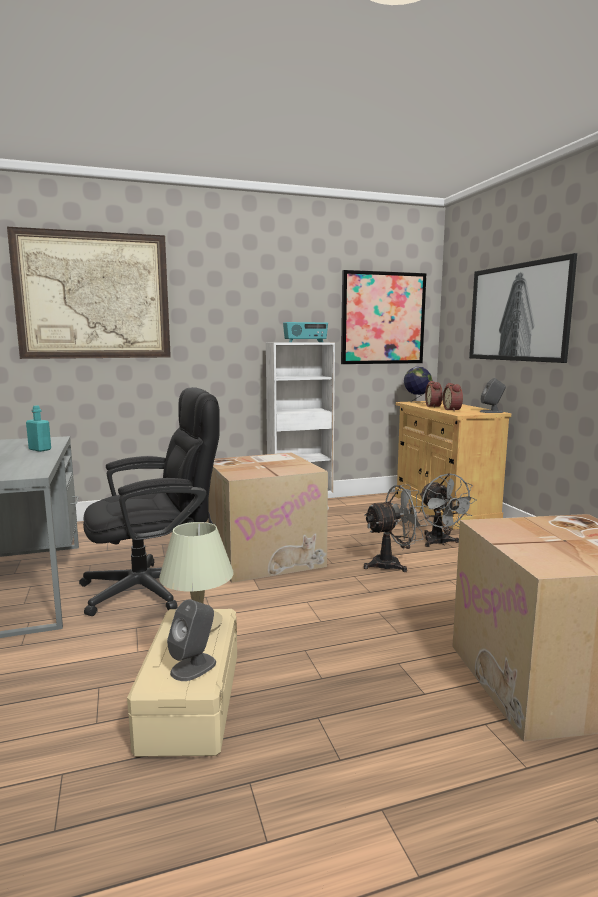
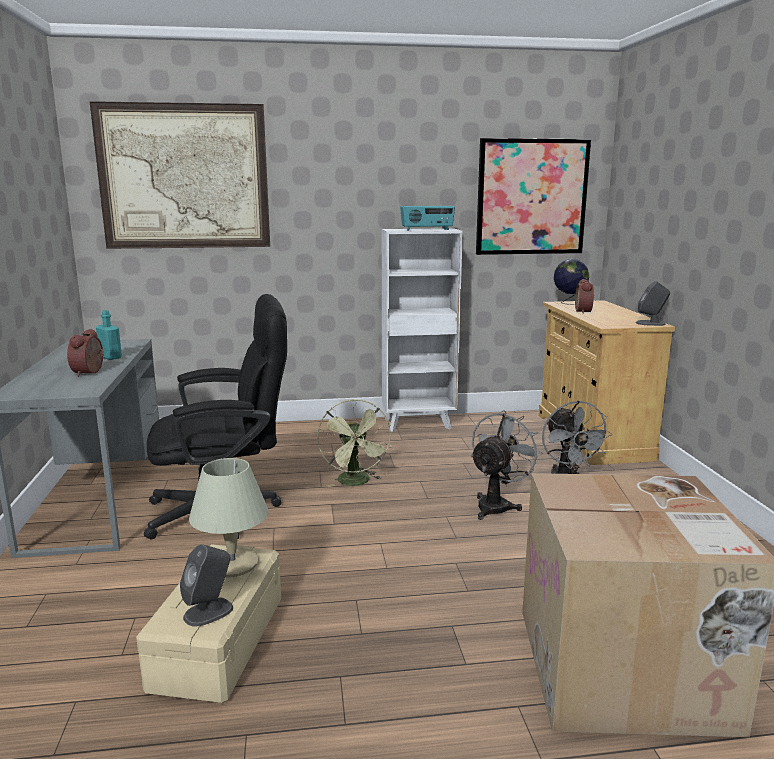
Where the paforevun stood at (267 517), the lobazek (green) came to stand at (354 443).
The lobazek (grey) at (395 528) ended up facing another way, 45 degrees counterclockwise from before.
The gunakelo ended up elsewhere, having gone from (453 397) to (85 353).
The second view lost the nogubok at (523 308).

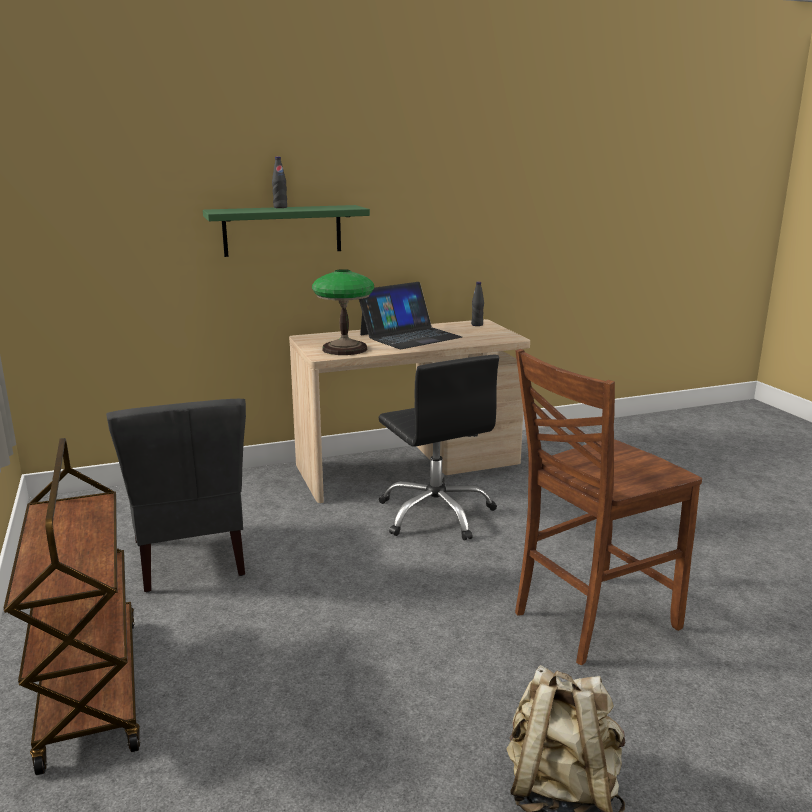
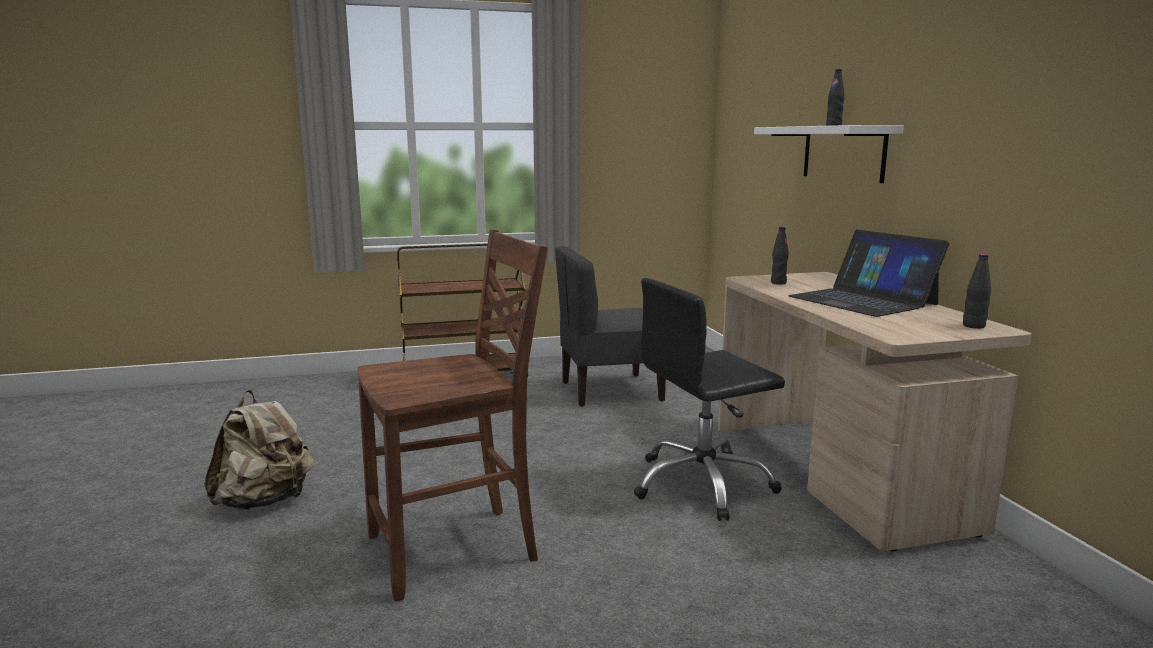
What was the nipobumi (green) at (286 231) turned into the nipobumi (white) at (829 154).
Where the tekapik stood at (343 312), the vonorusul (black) came to stand at (780 256).
The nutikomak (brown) at (608 507) ended up facing another way, 90 degrees clockwise from before.

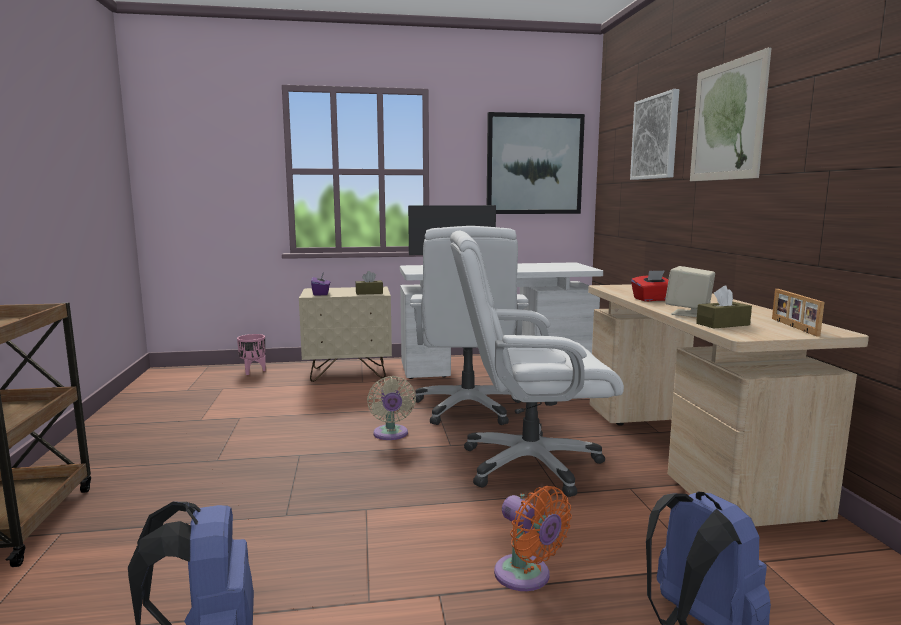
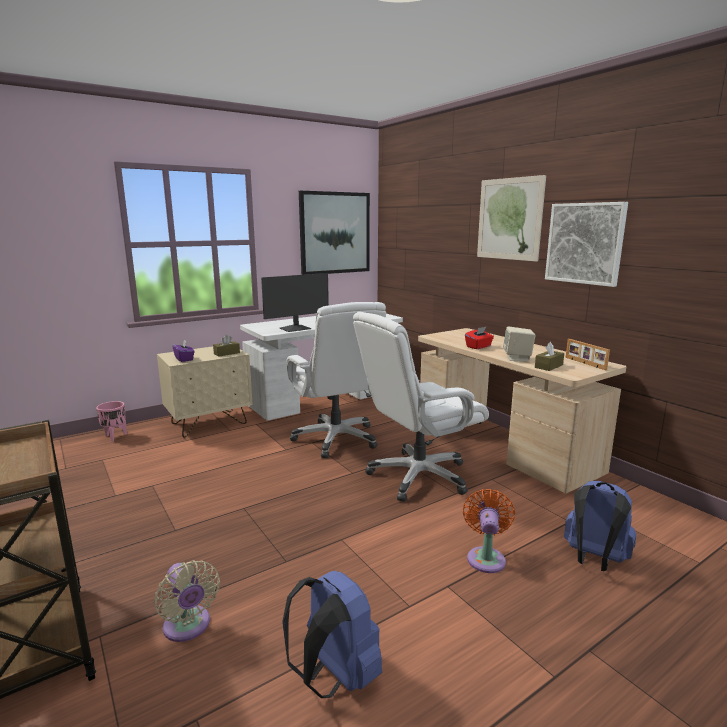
The lobazek (beige) ended up elsewhere, having gone from (391 408) to (187 601).
The lobazek (orange) at (533 538) ended up facing another way, 105 degrees counterclockwise from before.
The nogubok ended up elsewhere, having gone from (654 134) to (586 244).

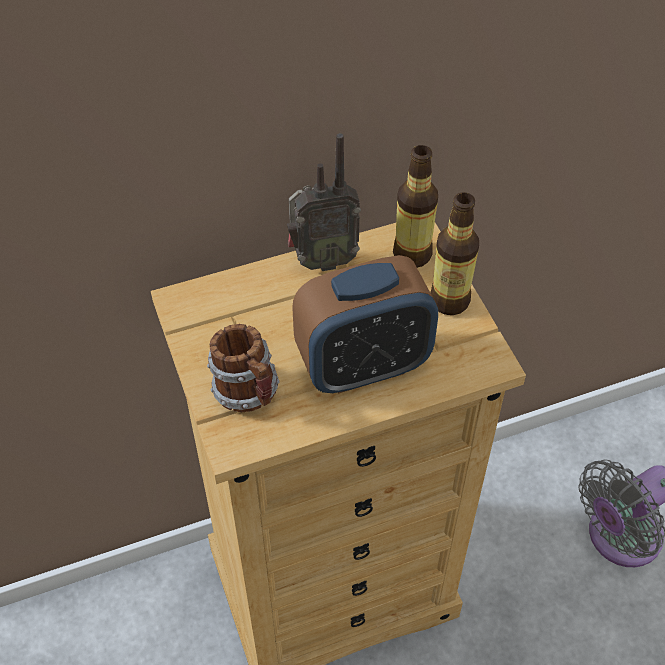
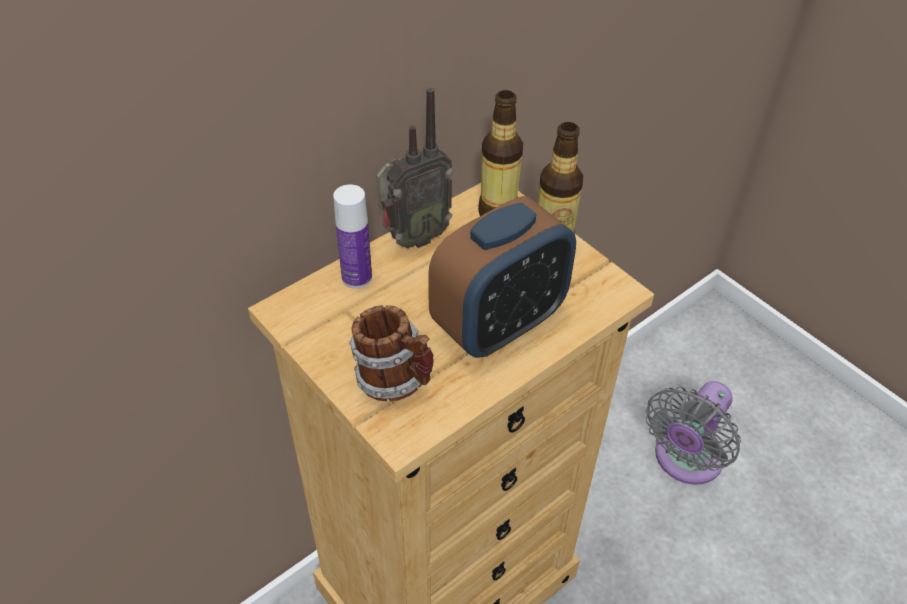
The second view gained the vonorusul at (352 236).

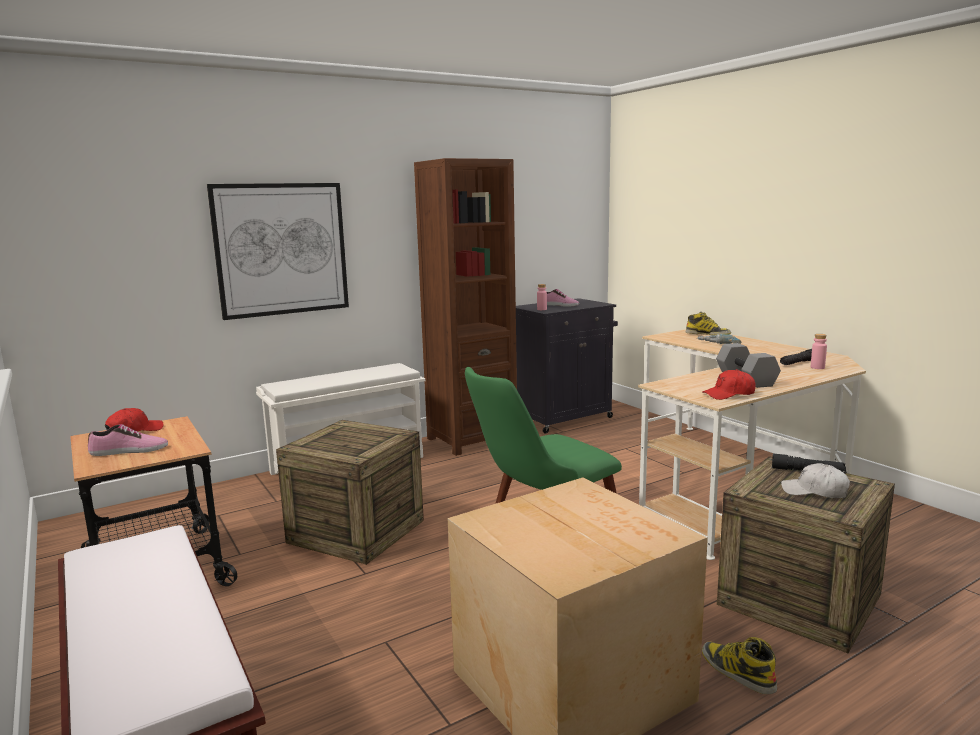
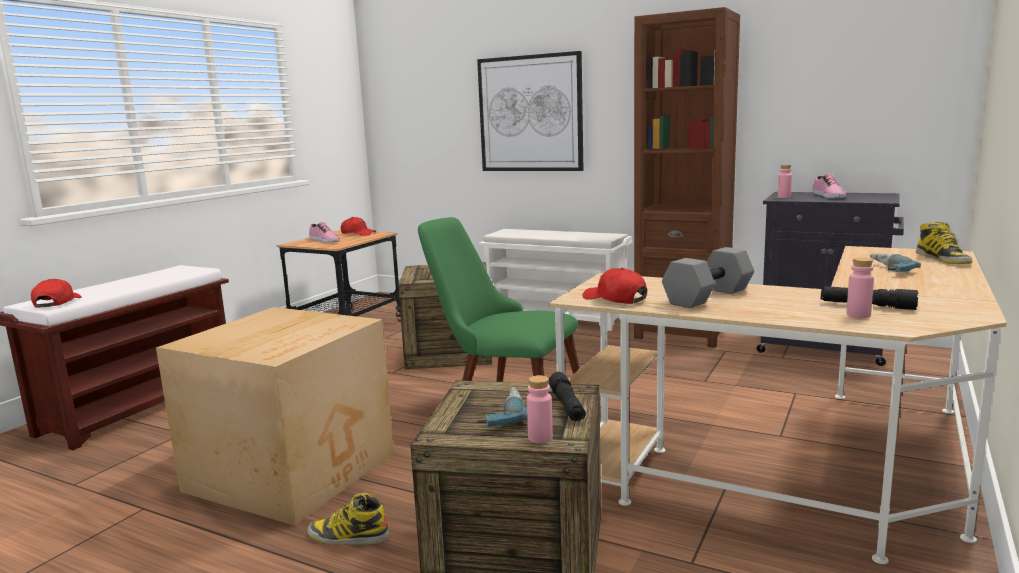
The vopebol at (739 665) ended up facing another way, 105 degrees counterclockwise from before.
Where the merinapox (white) stood at (815 480), the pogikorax came to stand at (502 407).
The second view gained the merinapox (red) at (56 293).
The second view gained the vonorusul (pink) at (540 409).

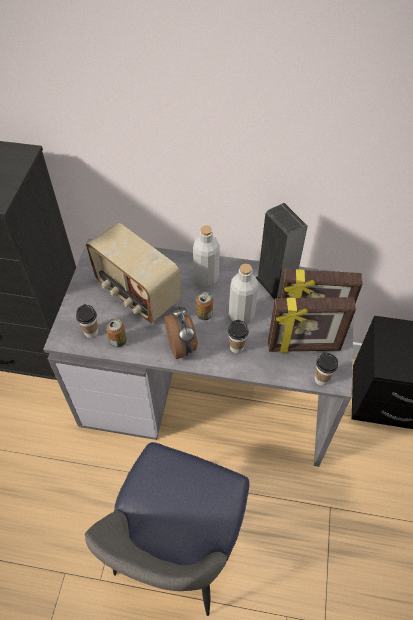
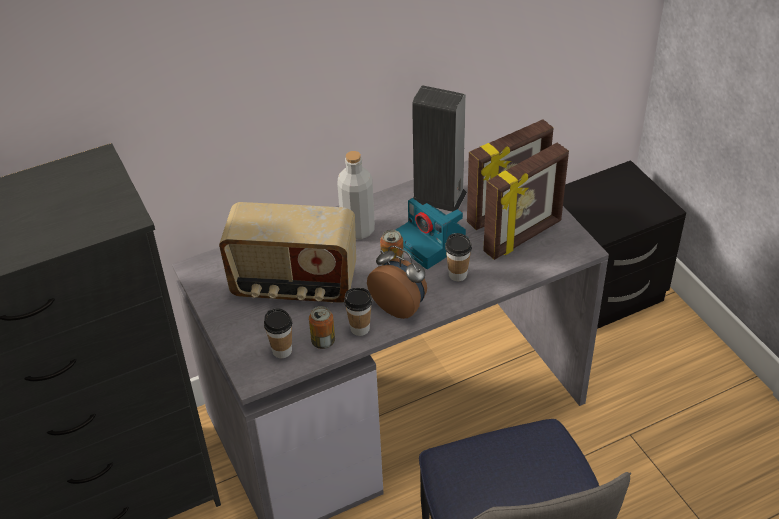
Where the vonorusul (grey) stood at (244 294), the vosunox came to stand at (431 233).
The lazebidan ended up elsewhere, having gone from (326 369) to (358 312).

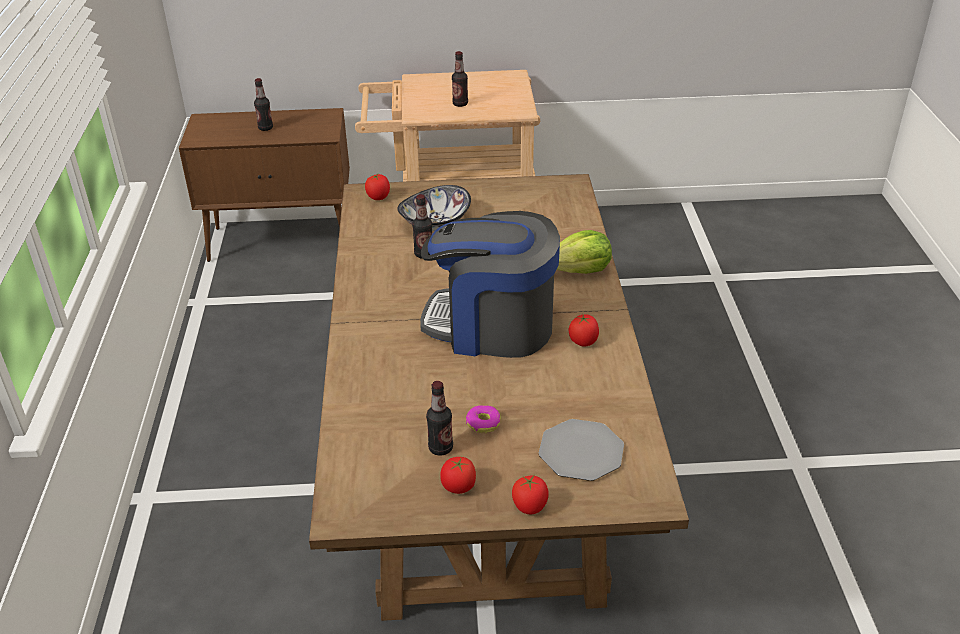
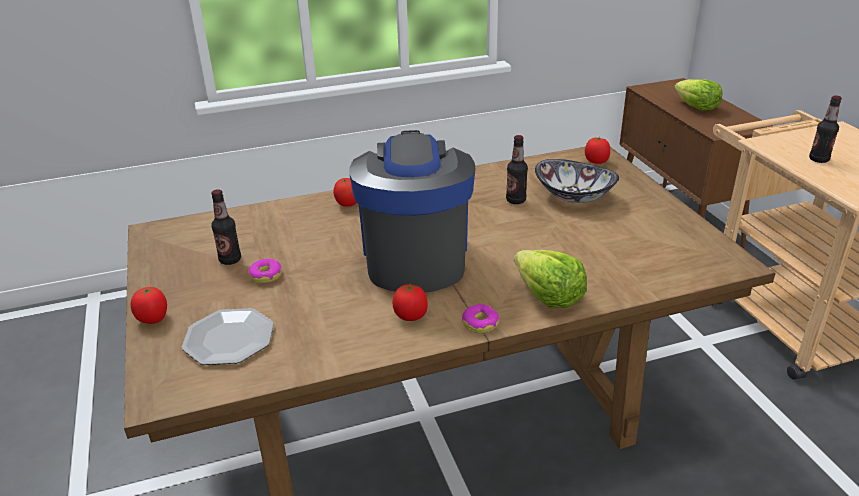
Where the vonorusul stood at (263 104), the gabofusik came to stand at (698 95).
The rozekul ended up elsewhere, having gone from (458 475) to (344 192).
The second view gained the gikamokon at (480 318).

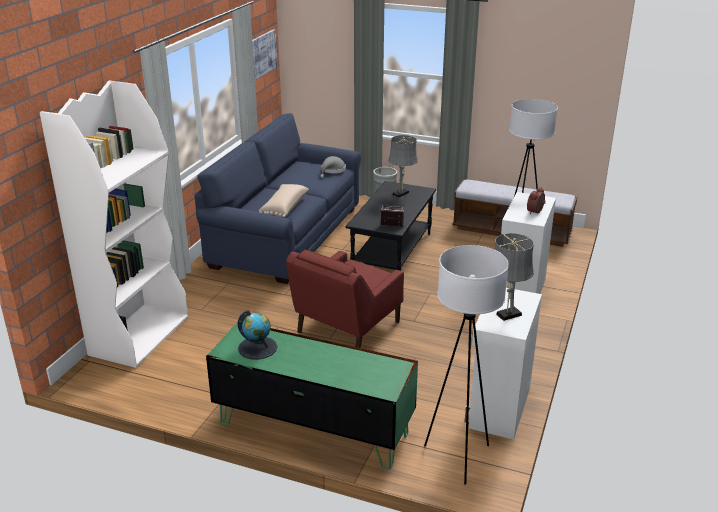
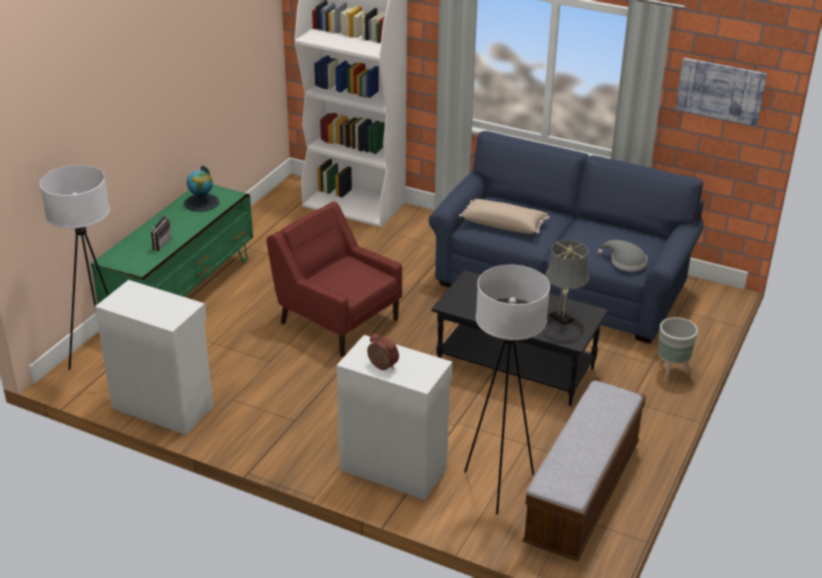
The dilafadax ended up elsewhere, having gone from (392 216) to (160 233).
The second view lost the tekapik (grey) at (514 277).

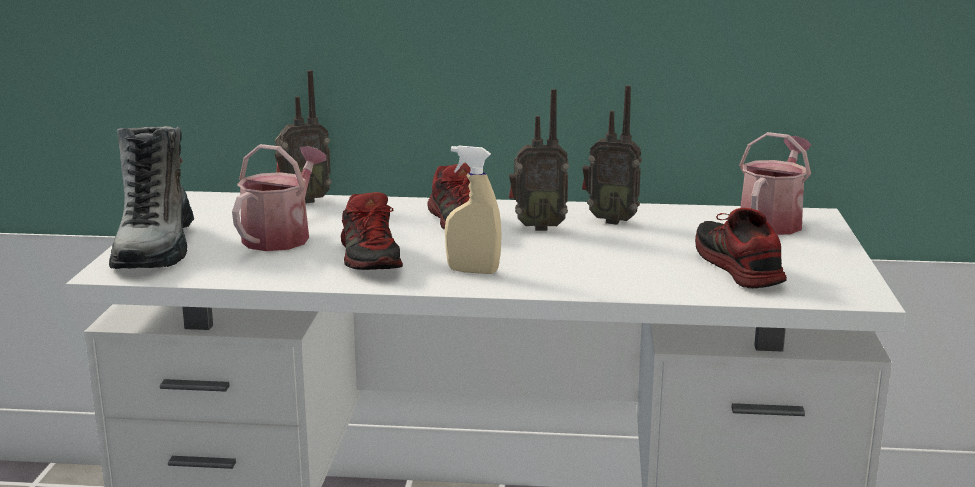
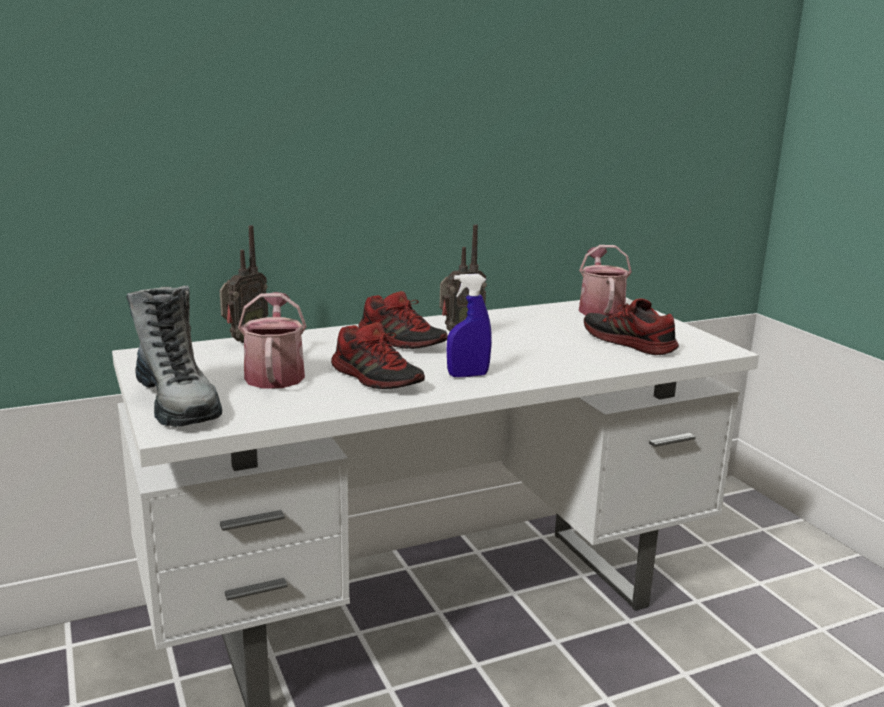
What was the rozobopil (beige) at (473 210) turned into the rozobopil (blue) at (469 325).
The second view lost the dilafadax at (612 155).

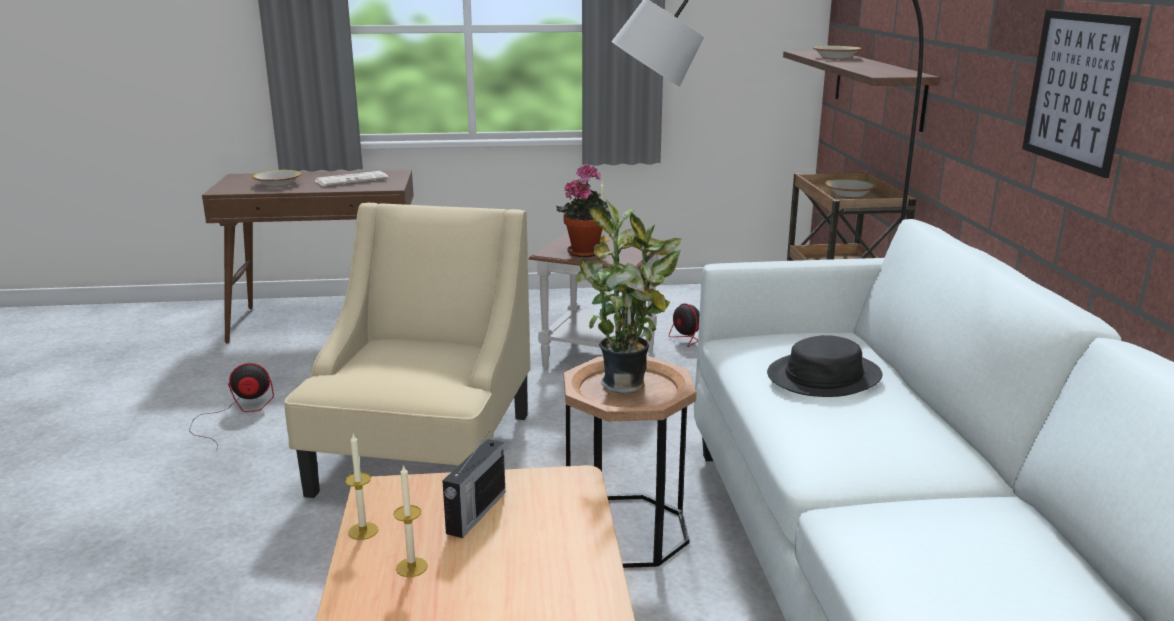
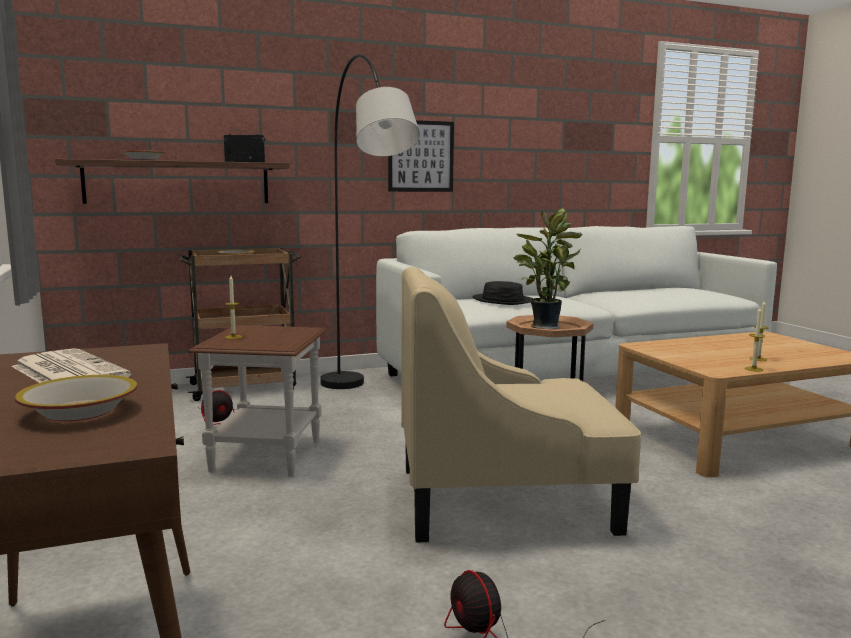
The dilafadax ended up elsewhere, having gone from (473 484) to (244 144).
The second view lost the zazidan at (583 210).

